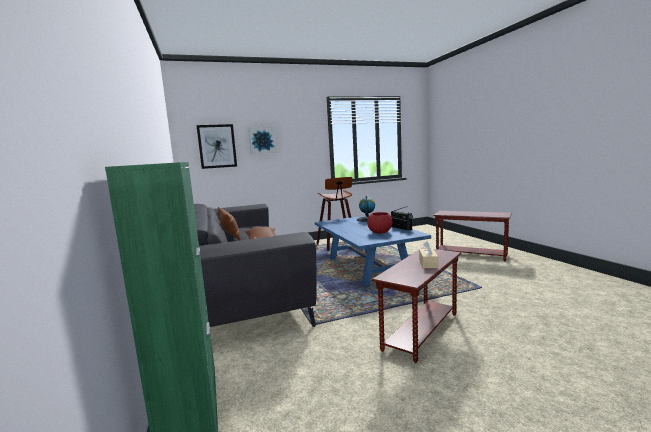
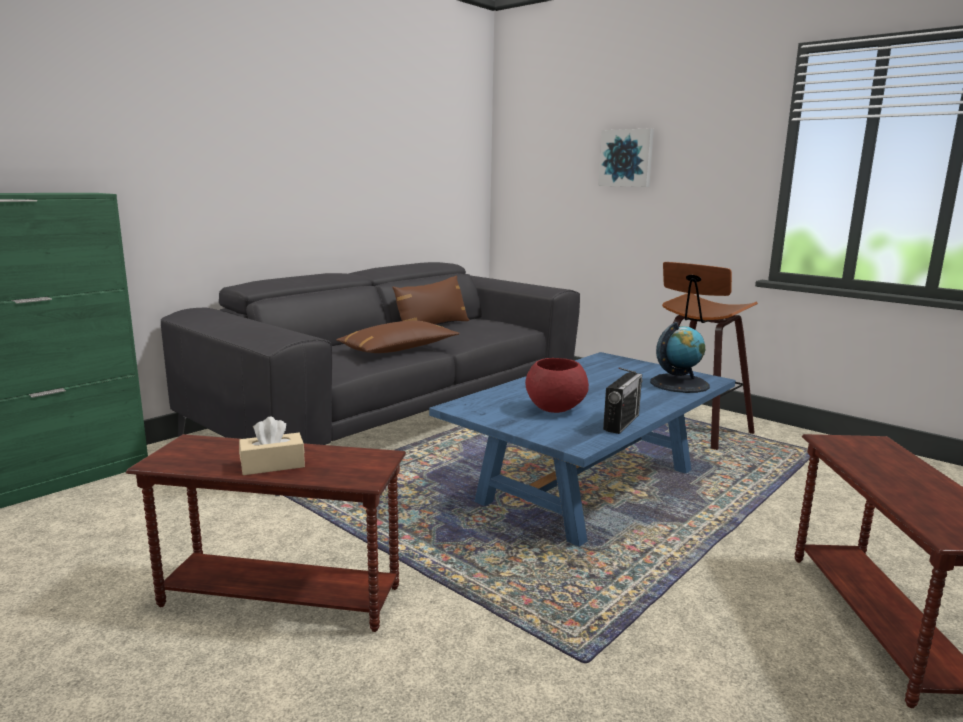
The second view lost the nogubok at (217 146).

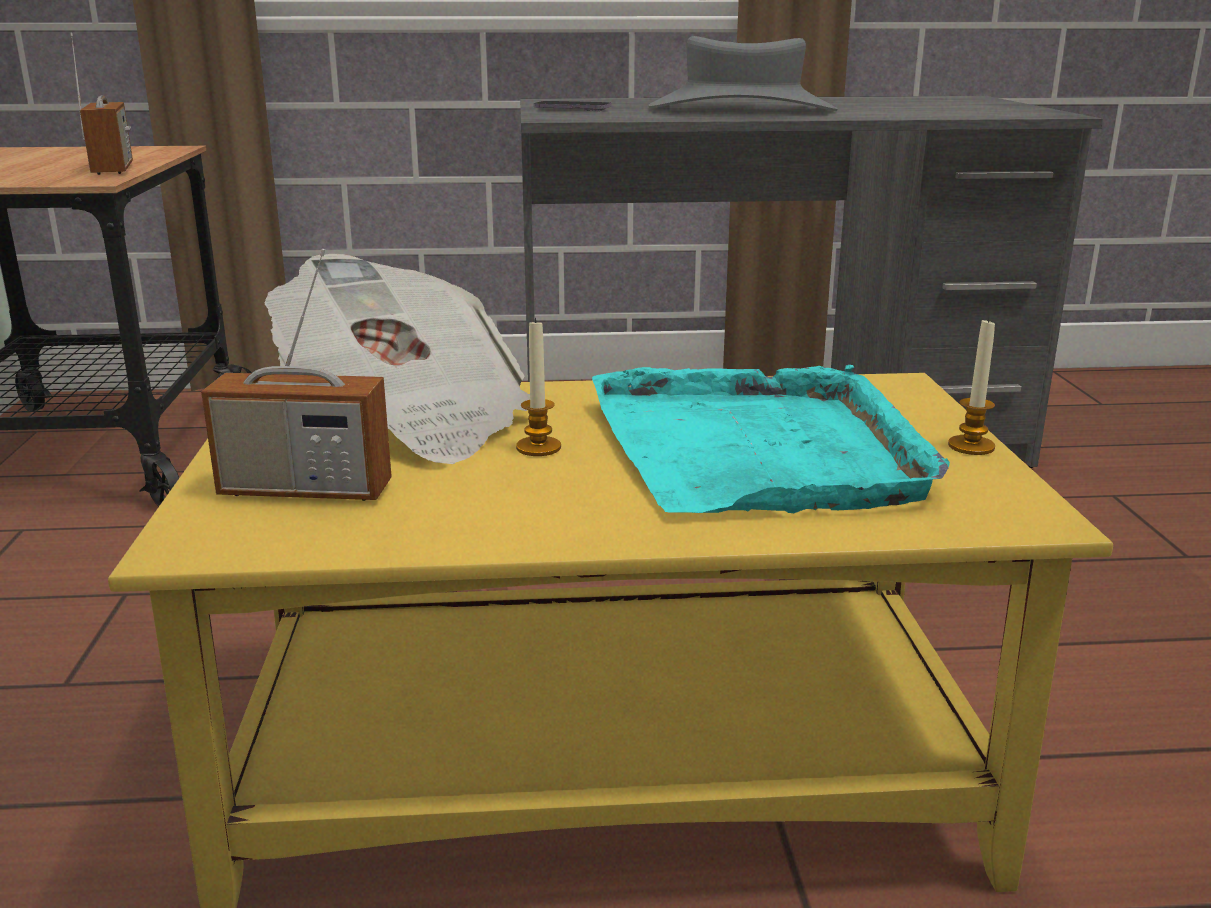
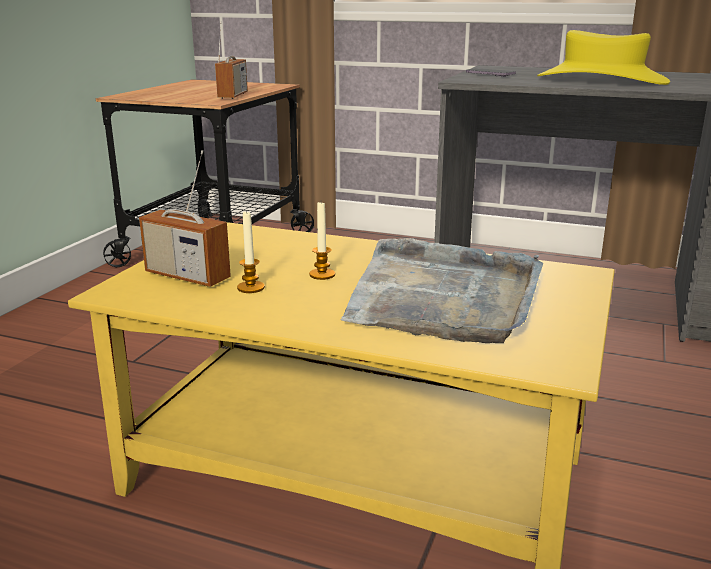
The second view lost the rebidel at (397 359).
What was the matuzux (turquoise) at (771 439) turned into the matuzux (grey) at (442 290).
What was the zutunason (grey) at (743 73) turned into the zutunason (yellow) at (603 57).
The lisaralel ended up elsewhere, having gone from (971 386) to (251 251).

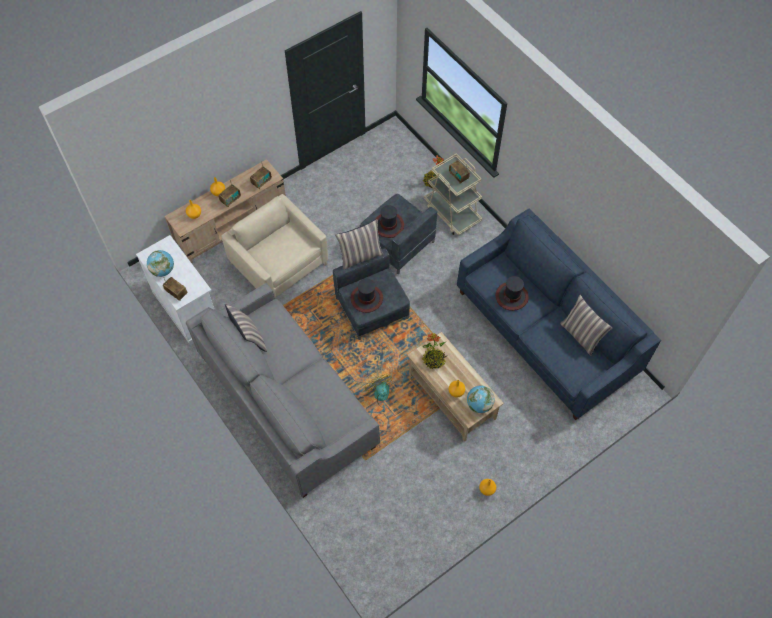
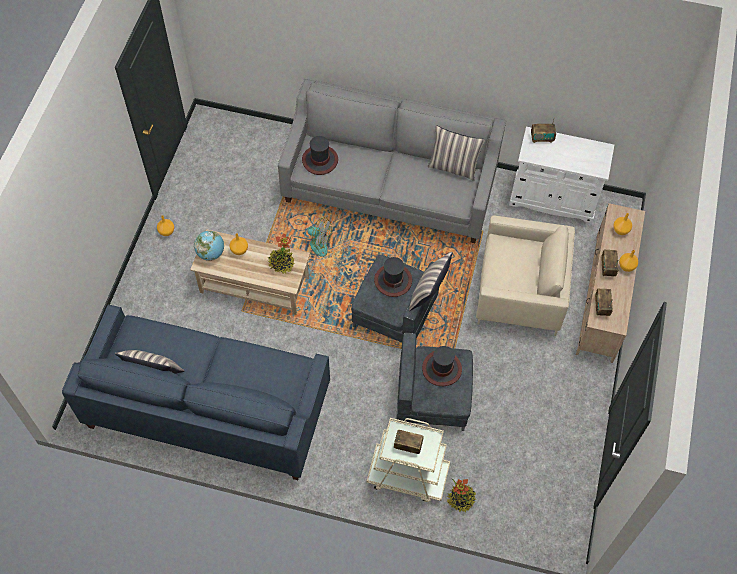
The second view lost the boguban at (160 263).
The zutunason ended up elsewhere, having gone from (512 293) to (320 155).

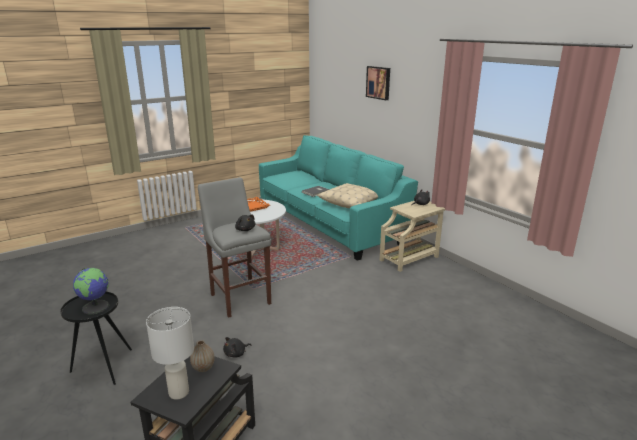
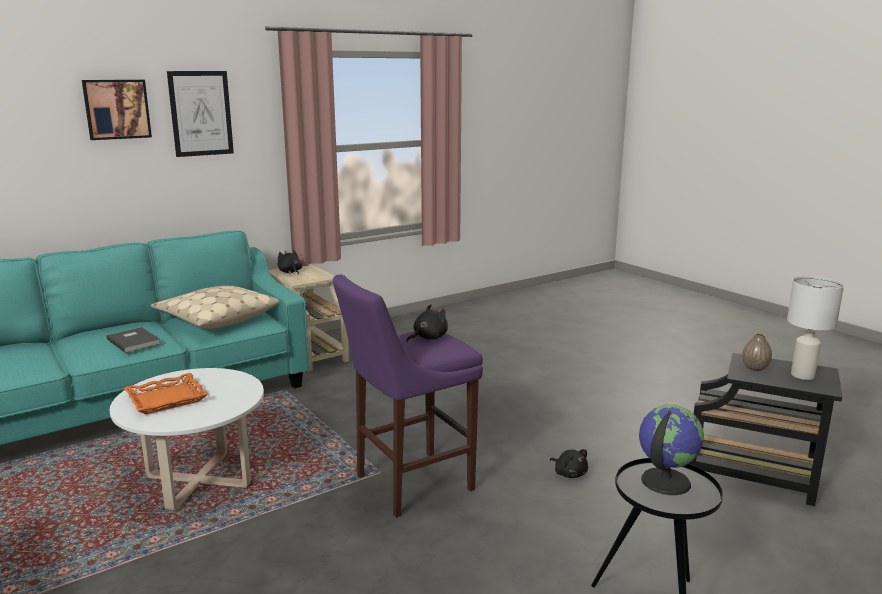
What was the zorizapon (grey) at (234 247) turned into the zorizapon (purple) at (408 396).
The second view gained the nogubok at (200 114).

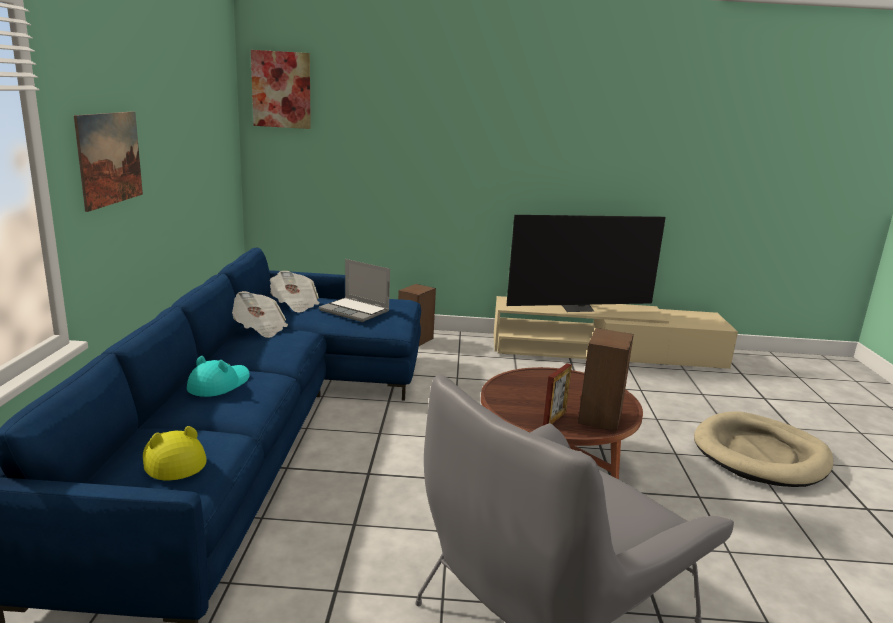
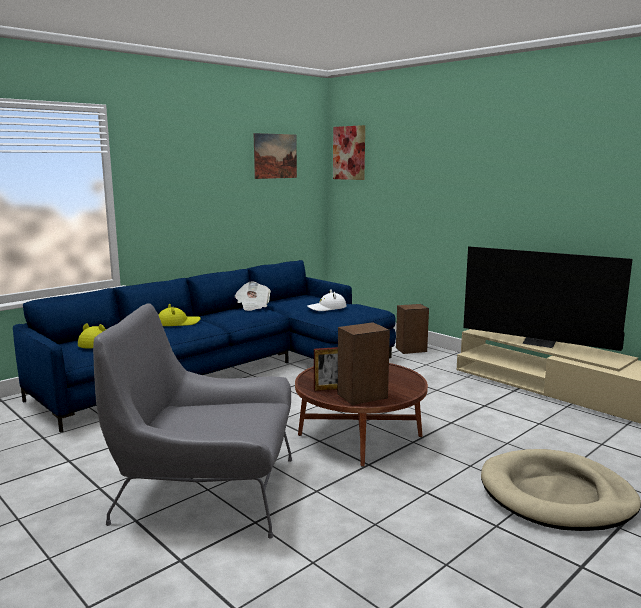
The nogubok ended up elsewhere, having gone from (108 161) to (275 156).
What was the zutunason (turquoise) at (218 376) turned into the zutunason (yellow) at (179 315).
The second view lost the rebidel at (295 292).
Where the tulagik stood at (354 290), the zutunason (white) came to stand at (326 300).

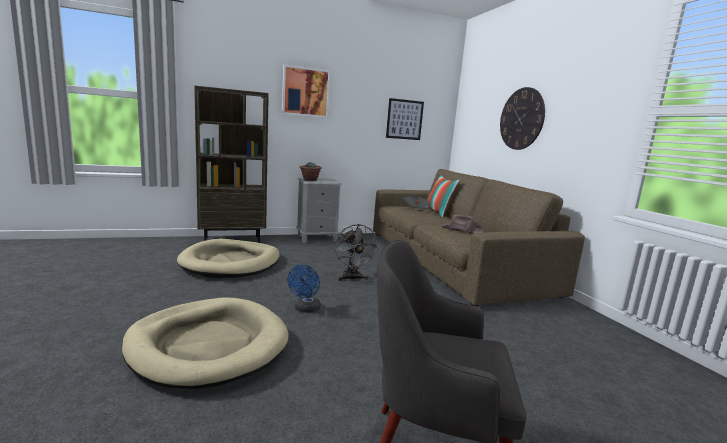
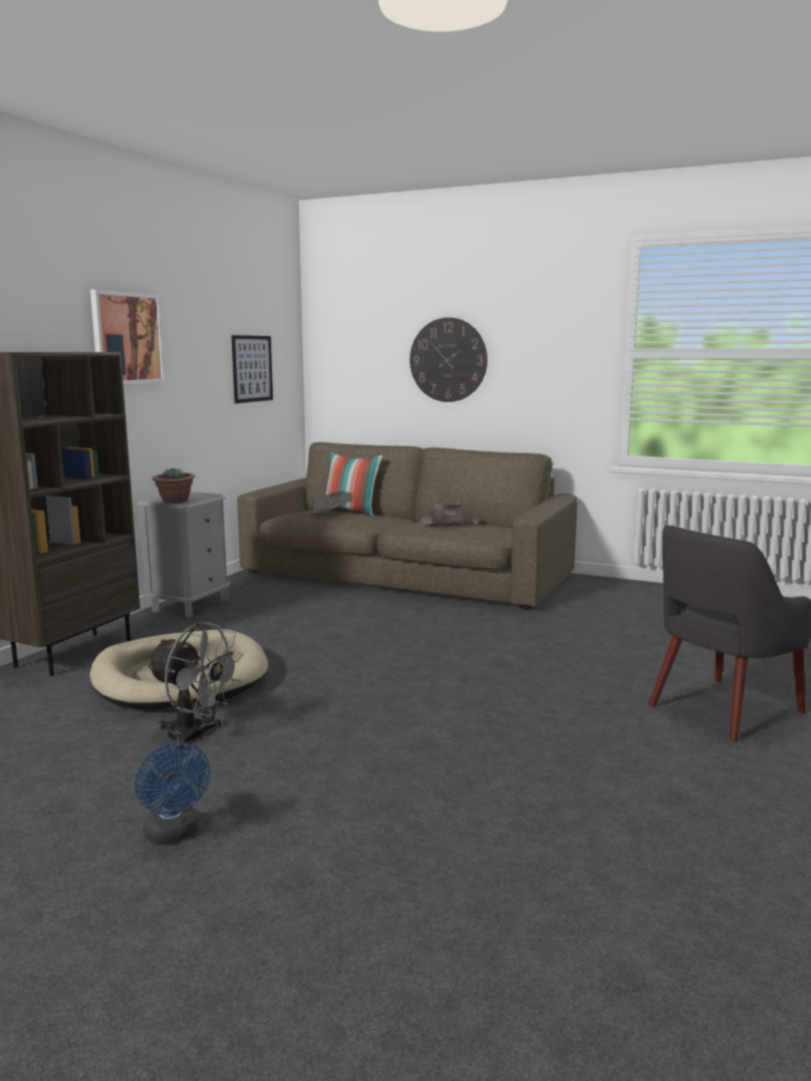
The second view lost the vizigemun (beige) at (205 343).
The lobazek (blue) ended up elsewhere, having gone from (304 288) to (172 793).
The lobazek (grey) ended up elsewhere, having gone from (357 252) to (194 686).

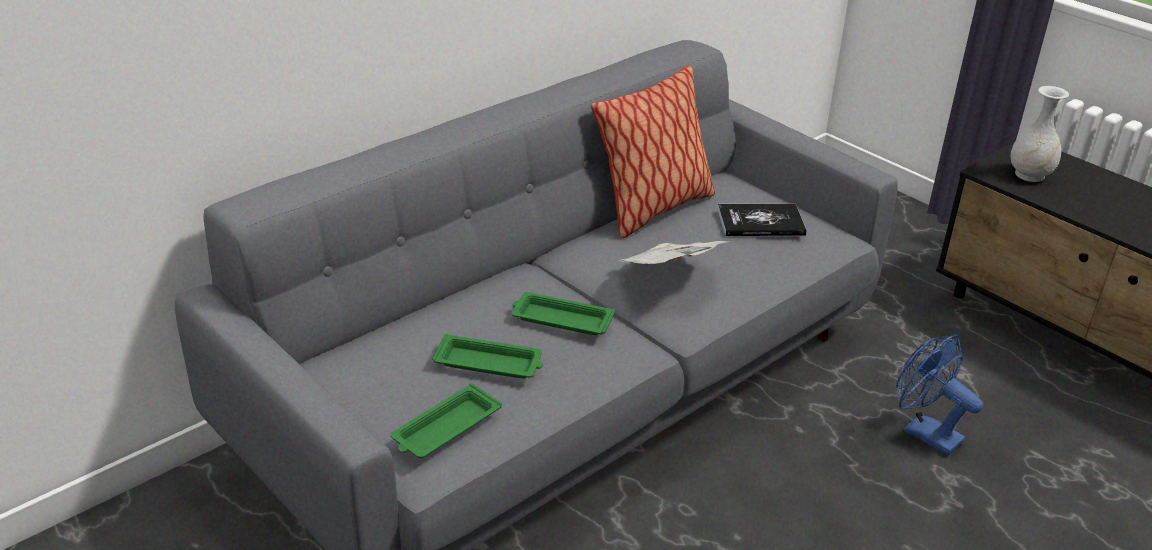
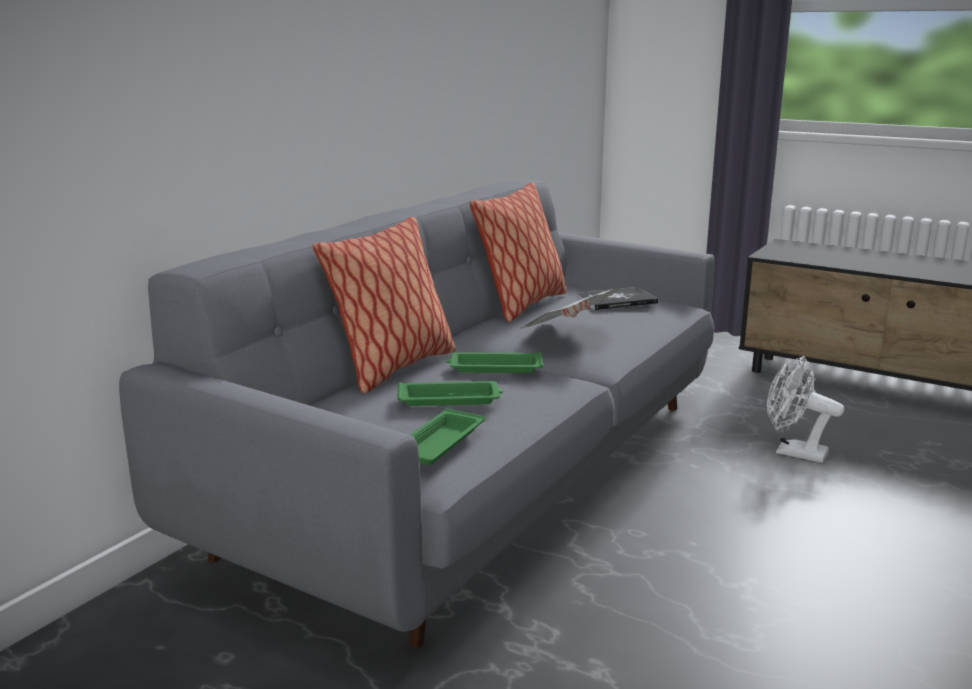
What was the lobazek (blue) at (939 395) turned into the lobazek (white) at (805 409).
The second view lost the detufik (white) at (1040 134).
The second view gained the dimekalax at (384 305).

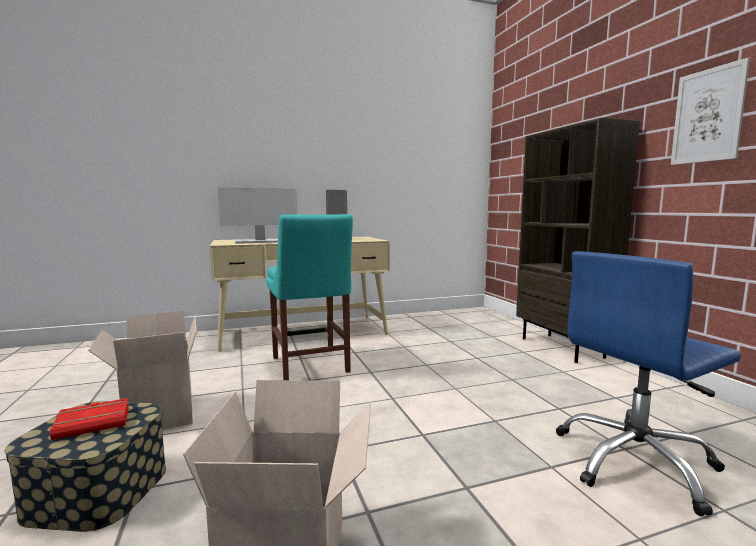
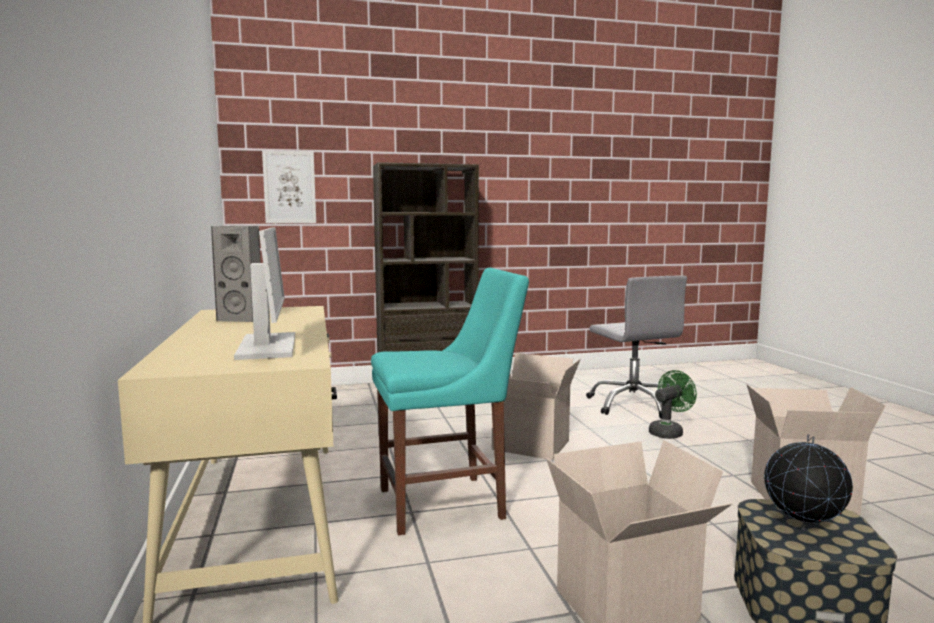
Where the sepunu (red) stood at (89 419), the boguban came to stand at (808 482).
What was the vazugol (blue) at (648 383) turned into the vazugol (grey) at (636 347).
The nogubok ended up elsewhere, having gone from (710 111) to (289 186).
The second view gained the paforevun at (536 406).
The second view gained the lobazek (green) at (673 404).

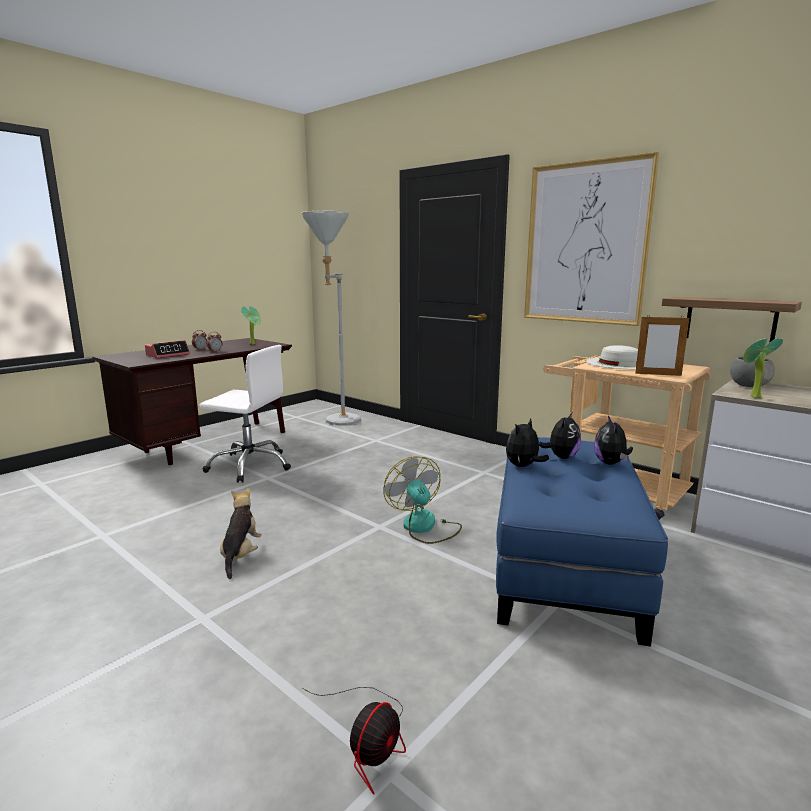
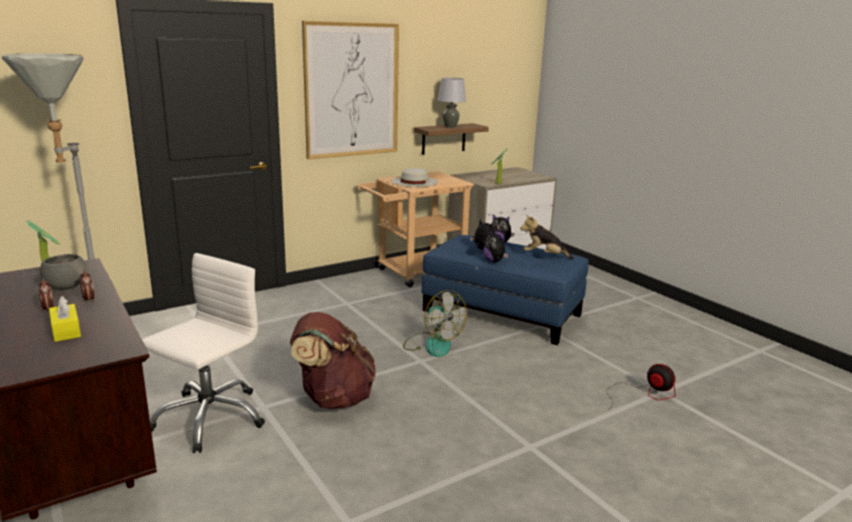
Where the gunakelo stood at (167 349), the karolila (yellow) came to stand at (65 319).
The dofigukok ended up elsewhere, having gone from (241 533) to (547 237).
The lobazek at (422 500) ended up facing another way, 120 degrees counterclockwise from before.
The second view lost the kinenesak at (662 346).
The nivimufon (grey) ended up elsewhere, having gone from (752 372) to (63 272).
The second view gained the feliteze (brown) at (333 360).
The second view gained the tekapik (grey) at (452 103).

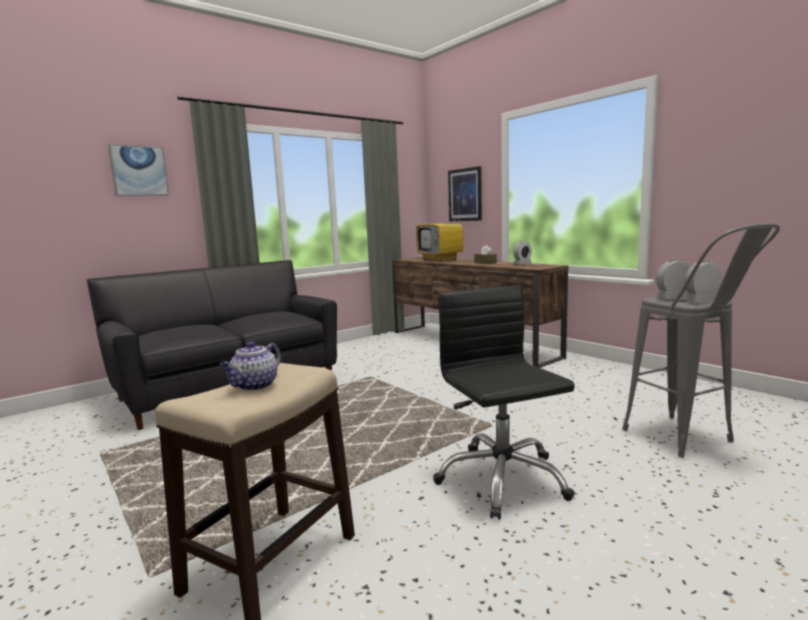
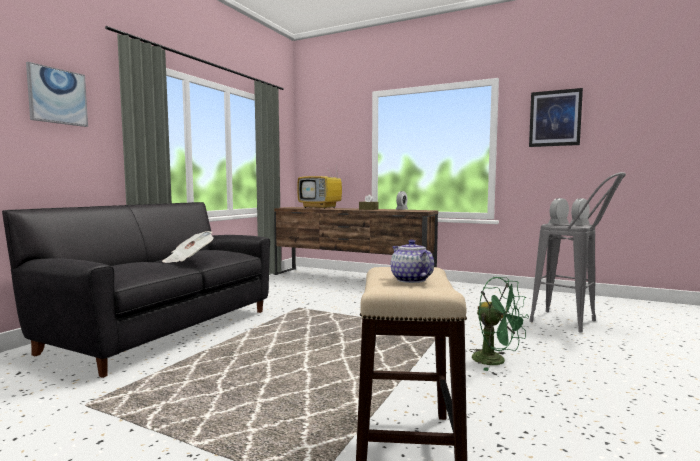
The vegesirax at (250 366) ended up facing another way, 150 degrees clockwise from before.
Where the vazugol (black) stood at (504 403), the lobazek (green) came to stand at (499 324).
The nogubok ended up elsewhere, having gone from (465 193) to (556 117).
The second view gained the rebidel at (188 247).

